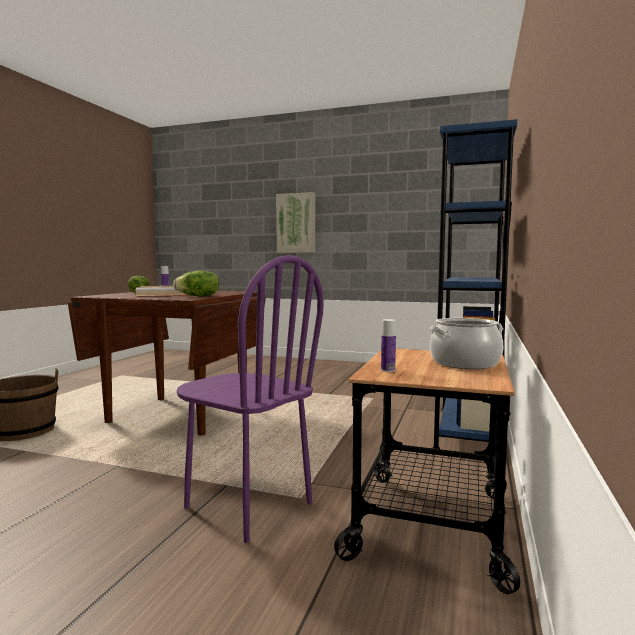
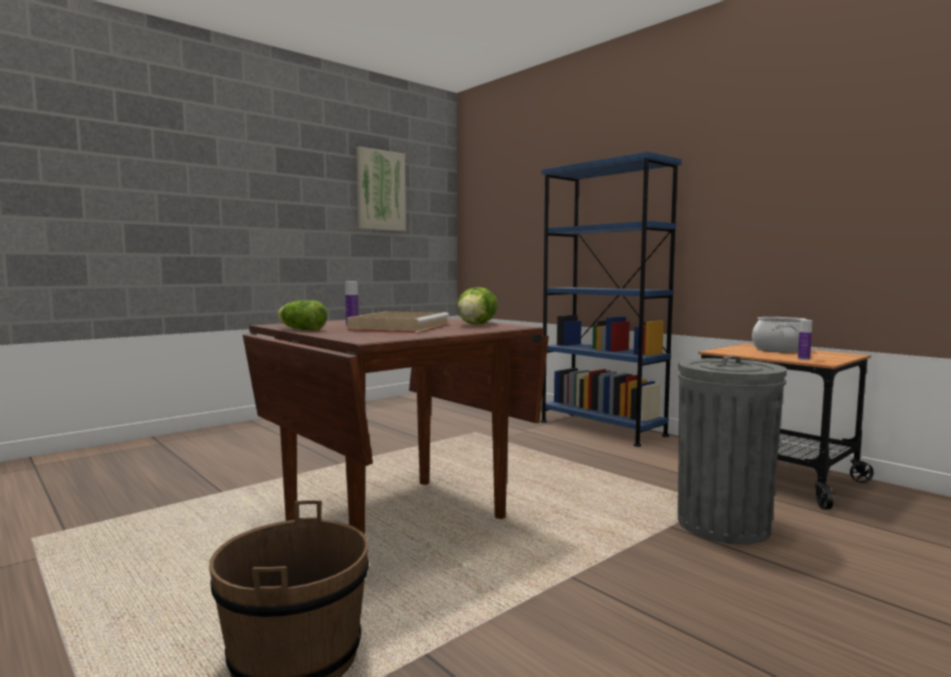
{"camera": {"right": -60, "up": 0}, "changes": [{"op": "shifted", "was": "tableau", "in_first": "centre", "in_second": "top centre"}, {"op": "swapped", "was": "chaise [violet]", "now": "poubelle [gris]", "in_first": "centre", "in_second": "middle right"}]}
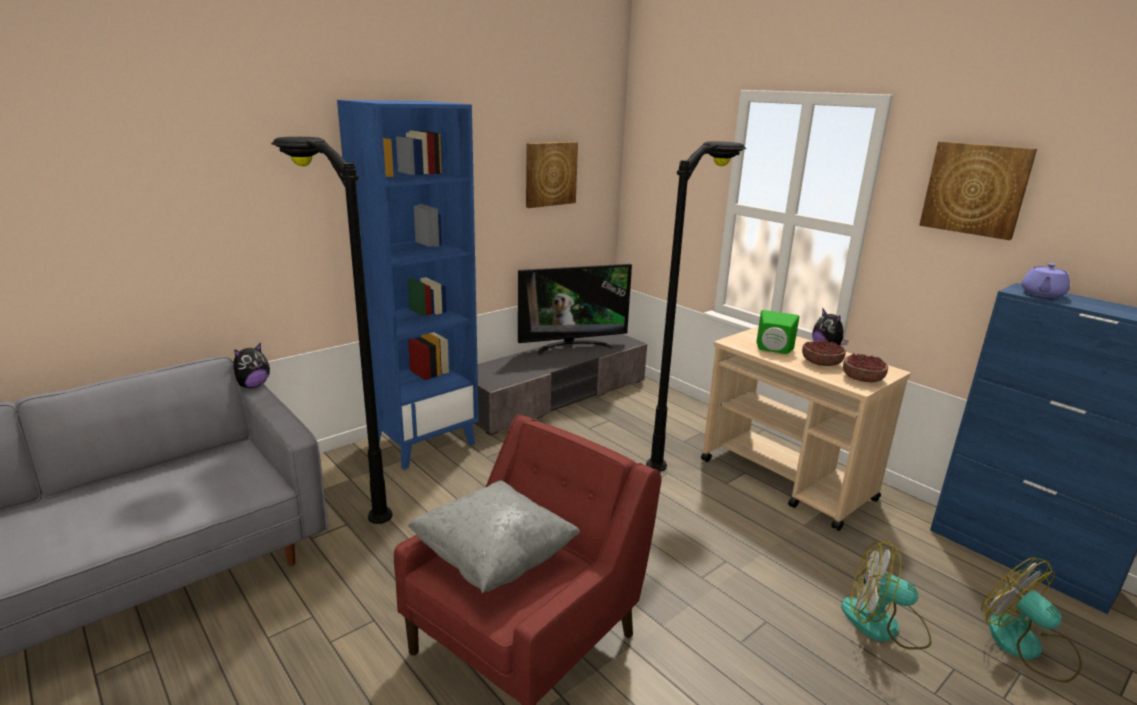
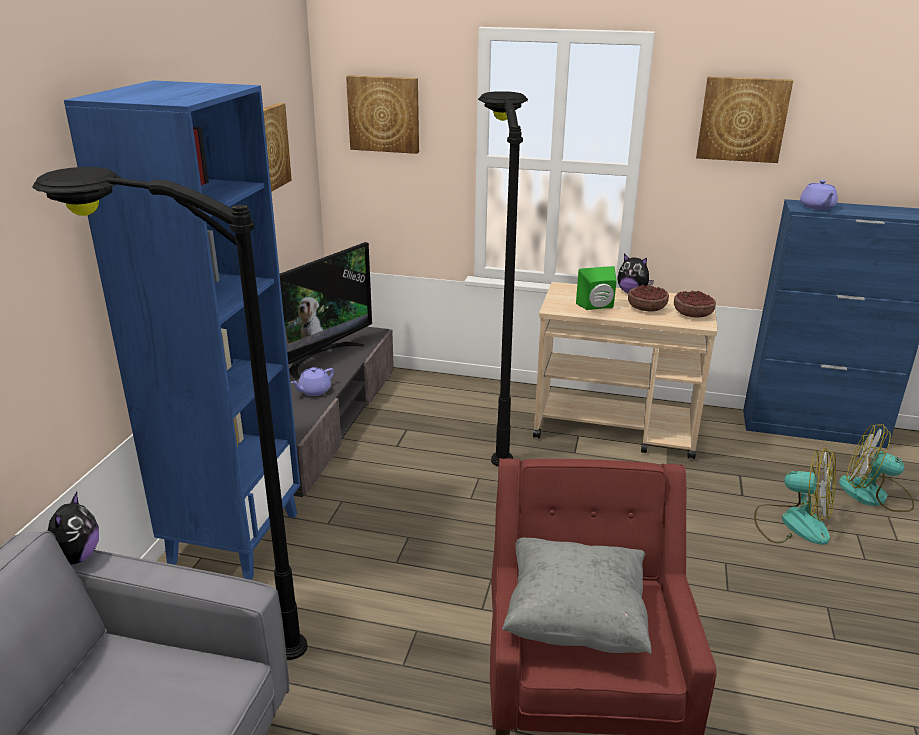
{"camera": {"right": -35, "up": 5}, "changes": [{"op": "new", "now": "théière [violet] (no. 1 from left)", "in_second": "centre"}, {"op": "new", "now": "tableau (no. 2 from left)", "in_second": "top centre"}, {"op": "rotated", "was": "ventilateur (no. 1 from left)", "in_first": "bottom right", "in_second": "bottom right", "clockwise": -135}]}
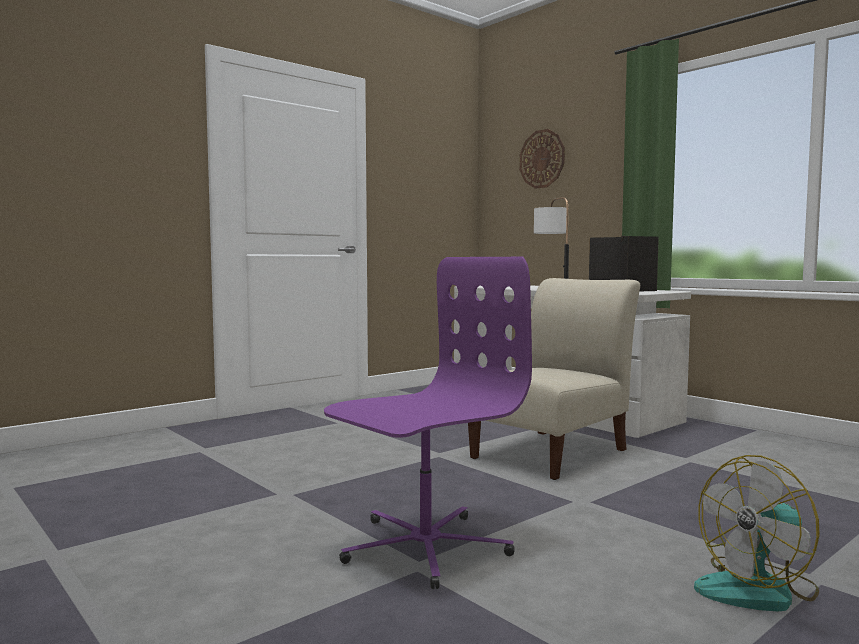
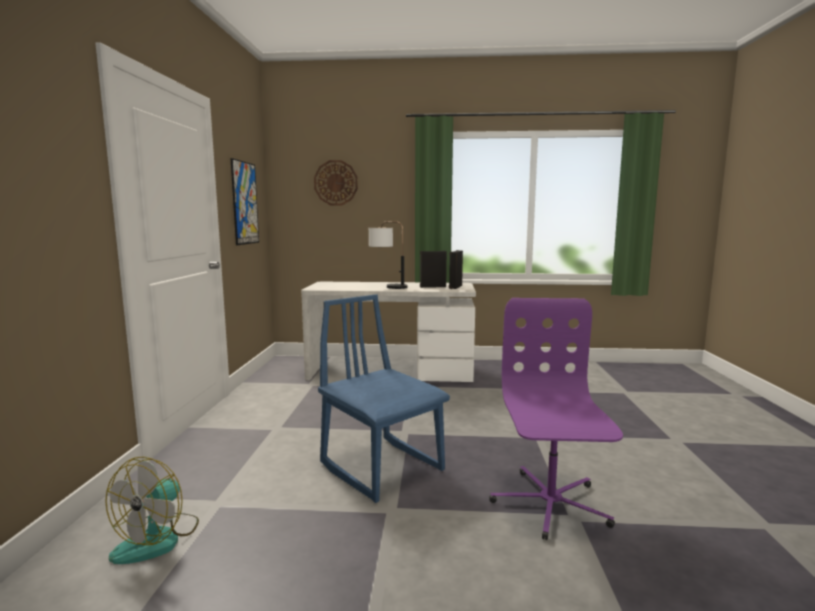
{"camera": {"right": -45, "up": 5}, "changes": [{"op": "gone", "was": "chaise [beige]", "in_first": "centre"}, {"op": "new", "now": "tableau", "in_second": "top left"}, {"op": "new", "now": "chaise [bleu]", "in_second": "centre"}, {"op": "shifted", "was": "ventilateur", "in_first": "bottom right", "in_second": "bottom left"}]}
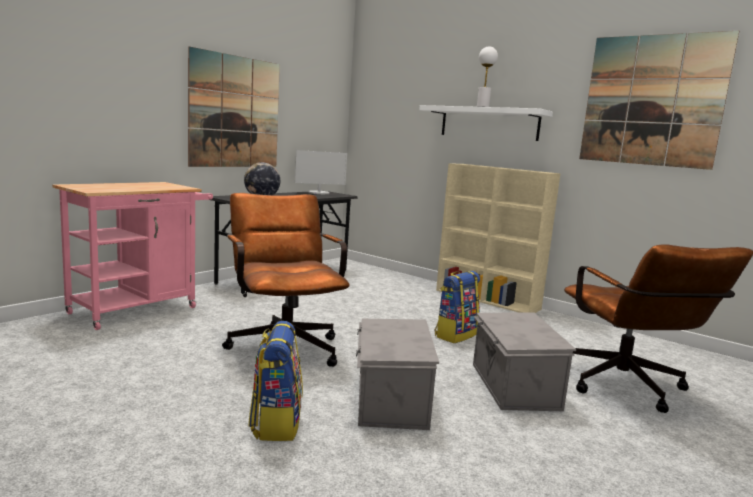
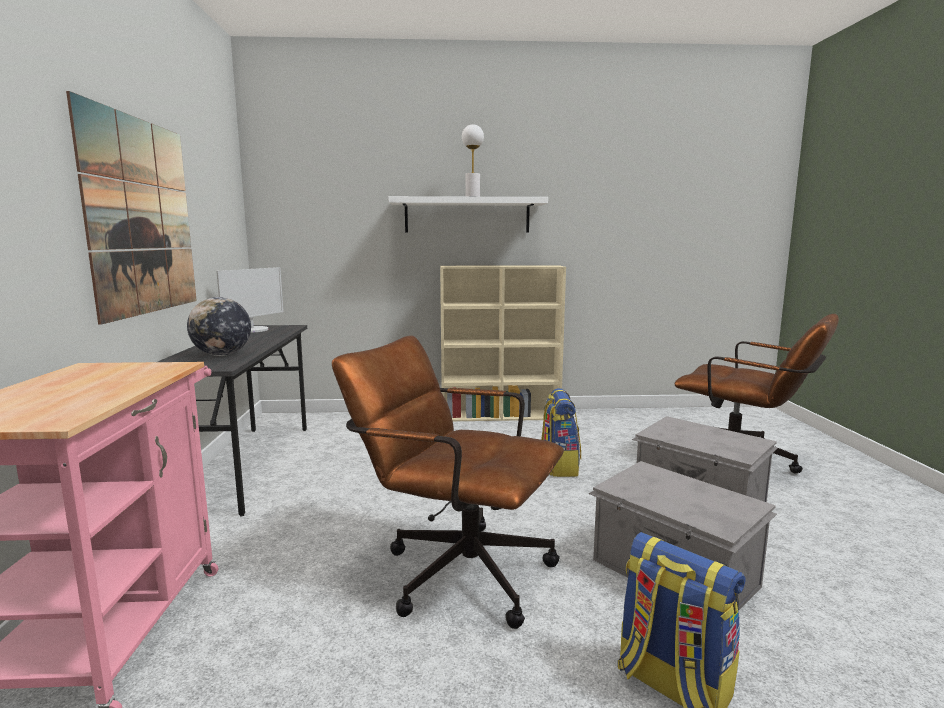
{"camera": {"right": -40, "up": 0}, "changes": [{"op": "gone", "was": "tableau (no. 2 from left)", "in_first": "top right"}]}
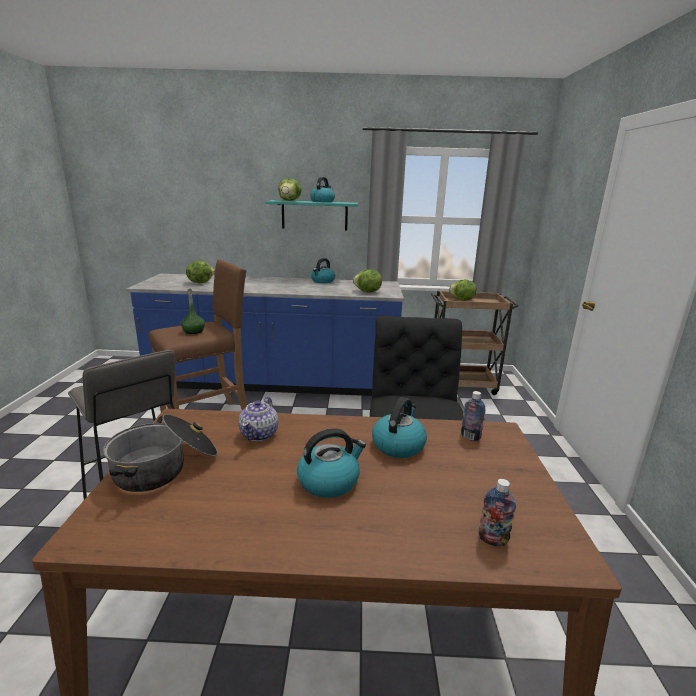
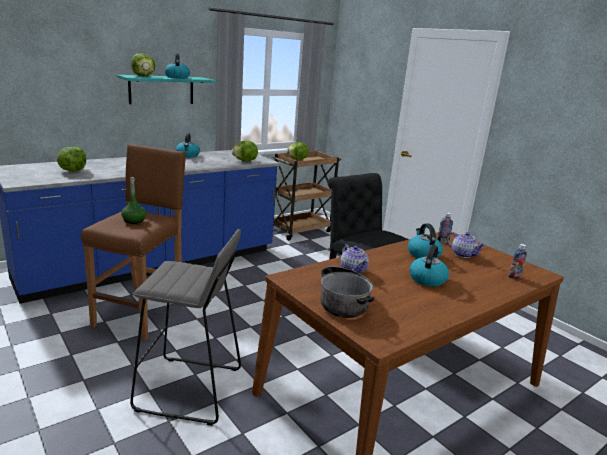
{"camera": {"right": -40, "up": 0}, "changes": [{"op": "new", "now": "théière (no. 2 from left)", "in_second": "middle right"}]}
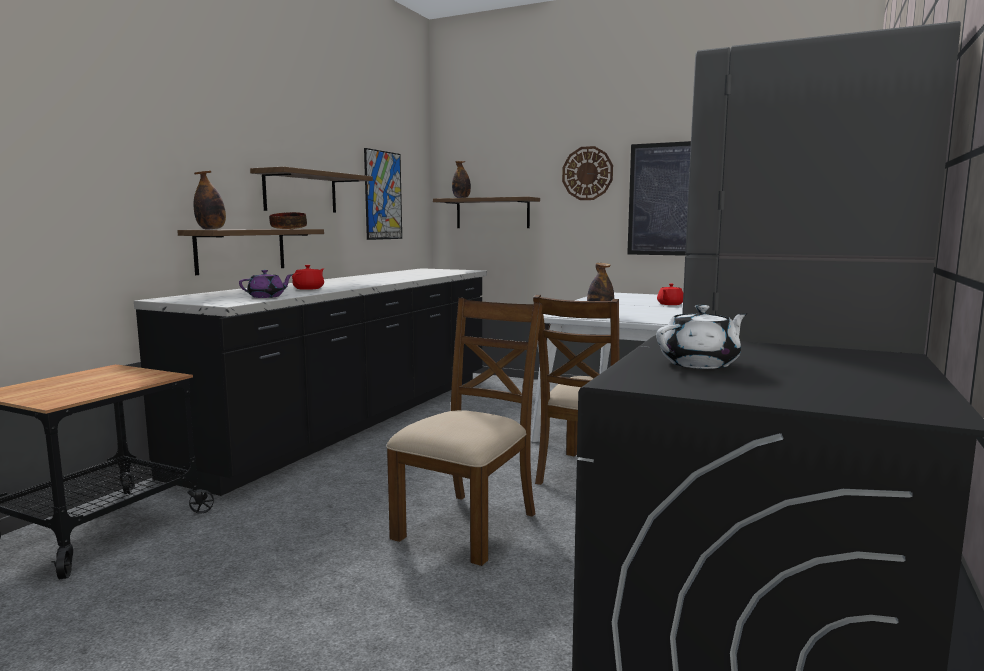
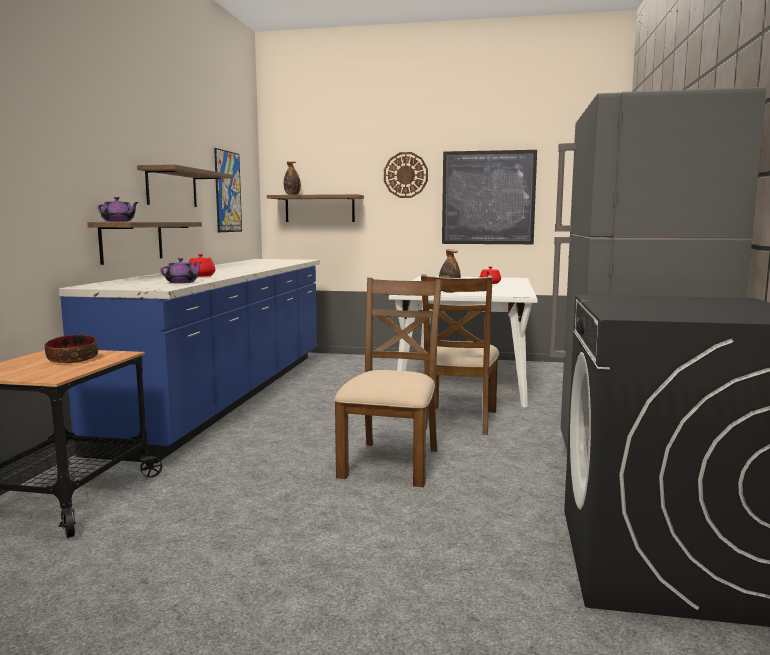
{"camera": {"right": -15, "up": 0}, "changes": [{"op": "gone", "was": "théière [blanc]", "in_first": "middle right"}, {"op": "shifted", "was": "bol", "in_first": "top left", "in_second": "middle left"}, {"op": "swapped", "was": "bouteille (no. 1 from left)", "now": "théière [violet] (no. 1 from left)", "in_first": "top left", "in_second": "top left"}, {"op": "repainted", "was": "comptoir de cuisine [noir]", "now": "comptoir de cuisine [bleu]", "in_first": "middle left", "in_second": "middle left"}]}
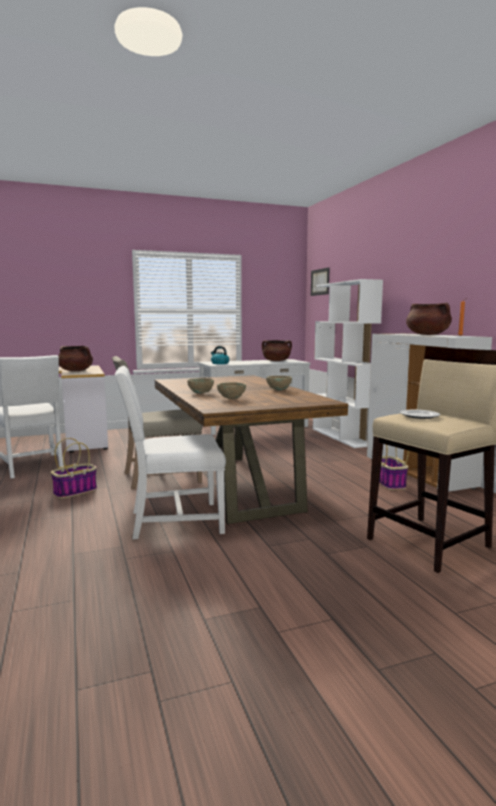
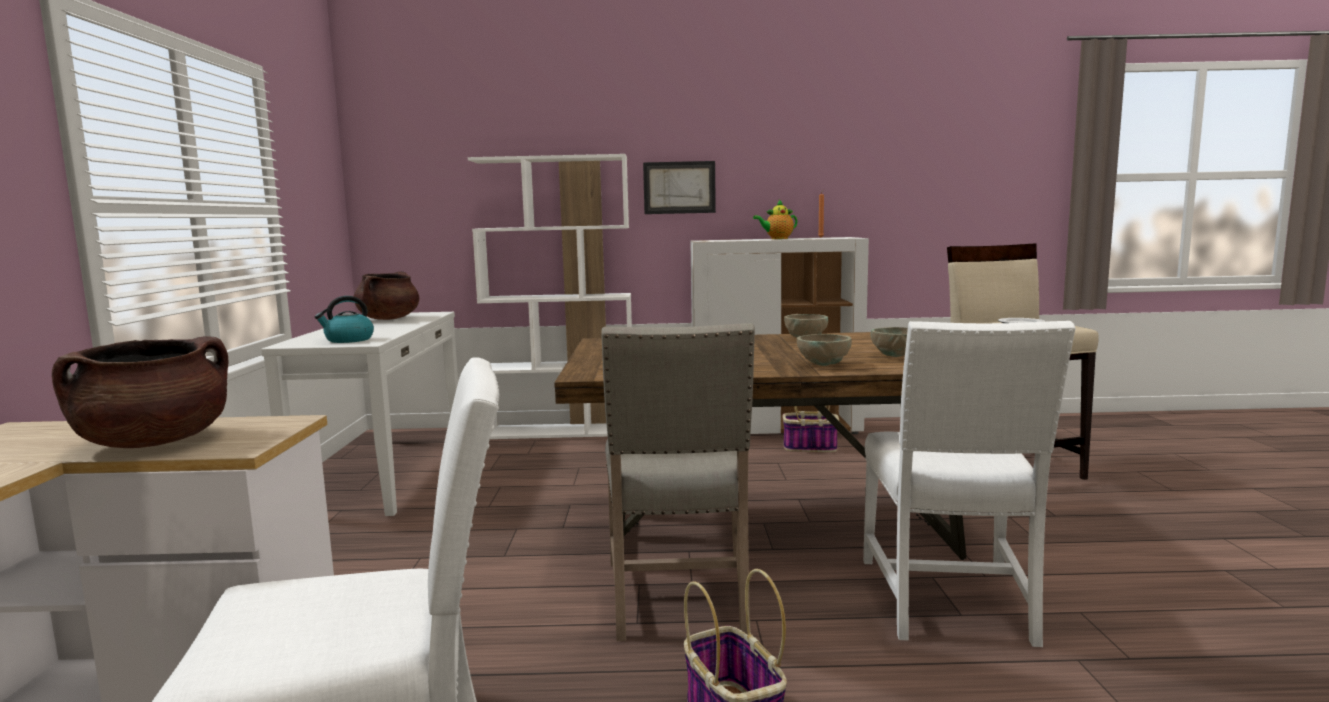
{"camera": {"right": -70, "up": 0}, "changes": [{"op": "shifted", "was": "tableau", "in_first": "centre", "in_second": "top centre"}, {"op": "swapped", "was": "marmite [marron] (no. 3 from left)", "now": "théière", "in_first": "middle right", "in_second": "top centre"}]}
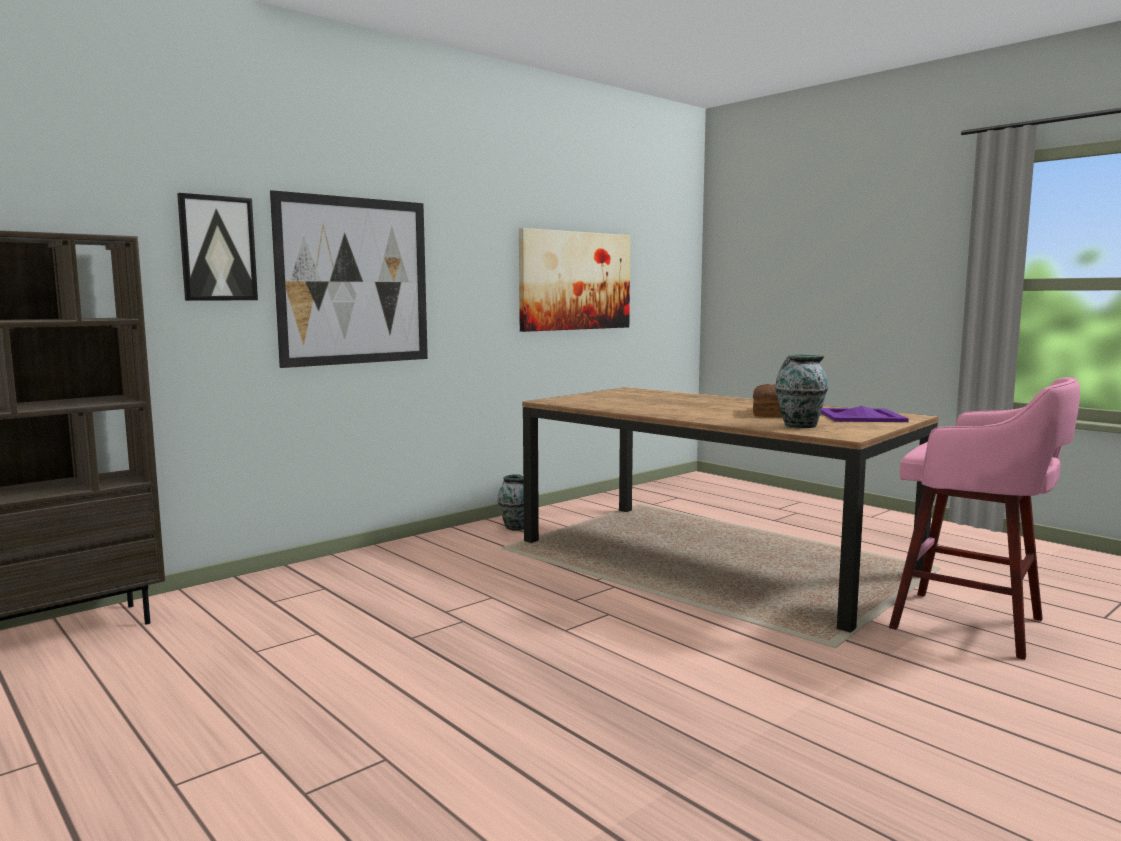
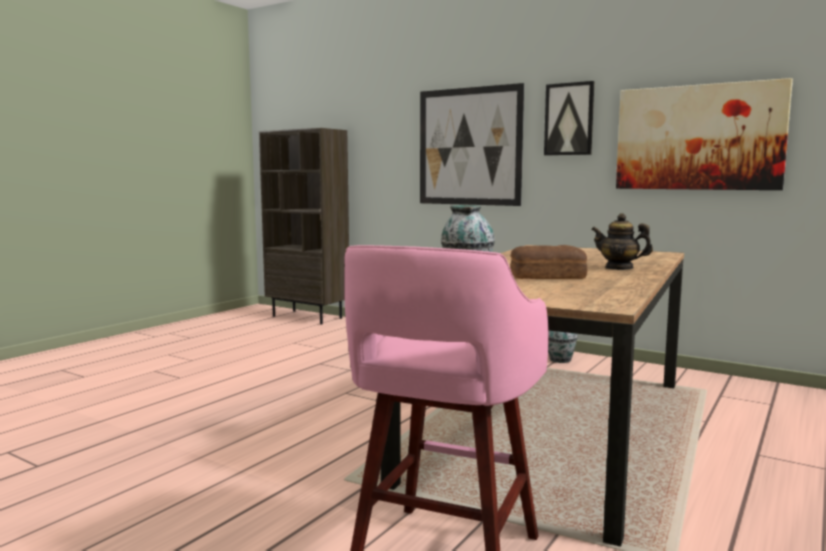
{"camera": {"right": 75, "up": 0}, "changes": [{"op": "gone", "was": "plateau [violet]", "in_first": "middle right"}, {"op": "new", "now": "théière", "in_second": "middle right"}, {"op": "shifted", "was": "tableau (no. 1 from left in the first image)", "now": "tableau (no. 2 from left)", "in_first": "top left", "in_second": "top right"}]}
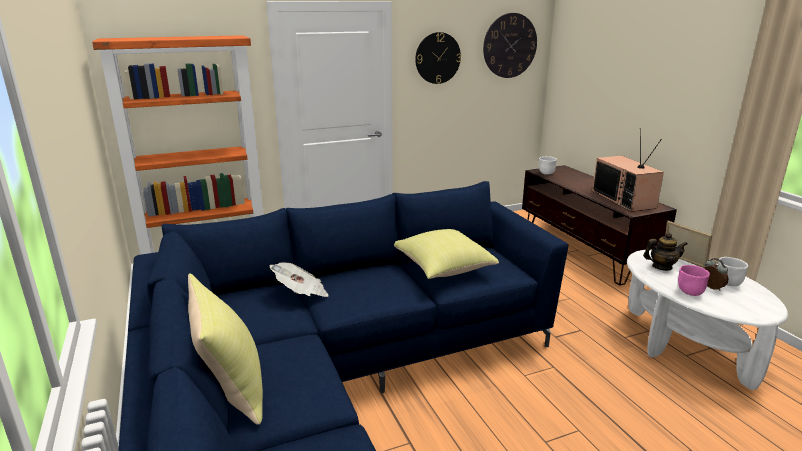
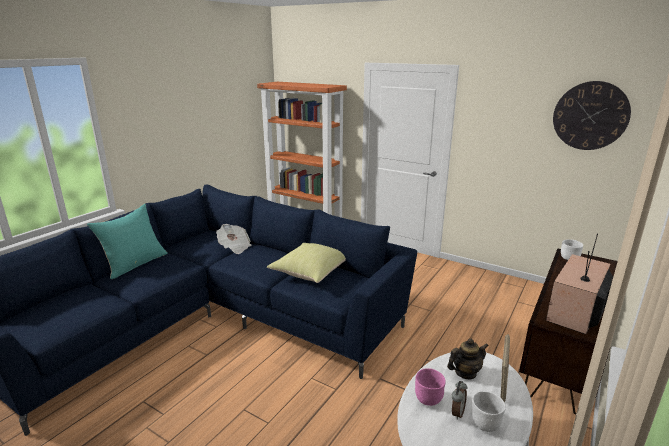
{"camera": {"right": 55, "up": 0}, "changes": [{"op": "gone", "was": "horloge murale (no. 1 from left)", "in_first": "top centre"}, {"op": "repainted", "was": "coussin [jaune] (no. 1 from left)", "now": "coussin [turquoise]", "in_first": "bottom left", "in_second": "middle left"}, {"op": "rotated", "was": "théière", "in_first": "middle right", "in_second": "bottom right", "clockwise": -75}]}
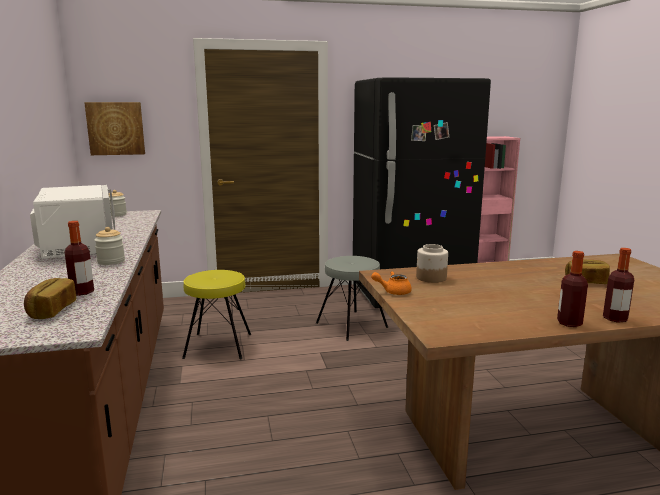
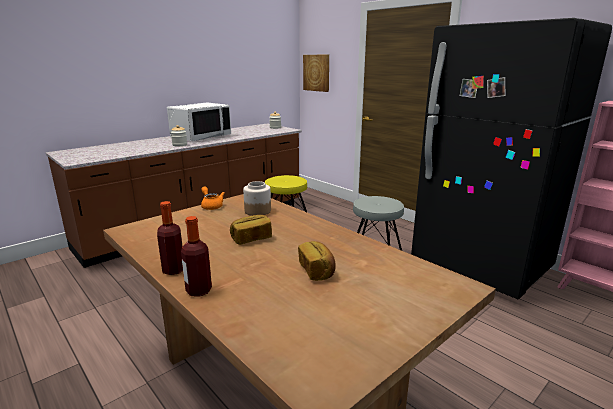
{"camera": {"right": 60, "up": 5}, "changes": [{"op": "gone", "was": "bouteille (no. 1 from left)", "in_first": "middle left"}, {"op": "shifted", "was": "pain (no. 1 from left)", "in_first": "middle left", "in_second": "centre"}]}
